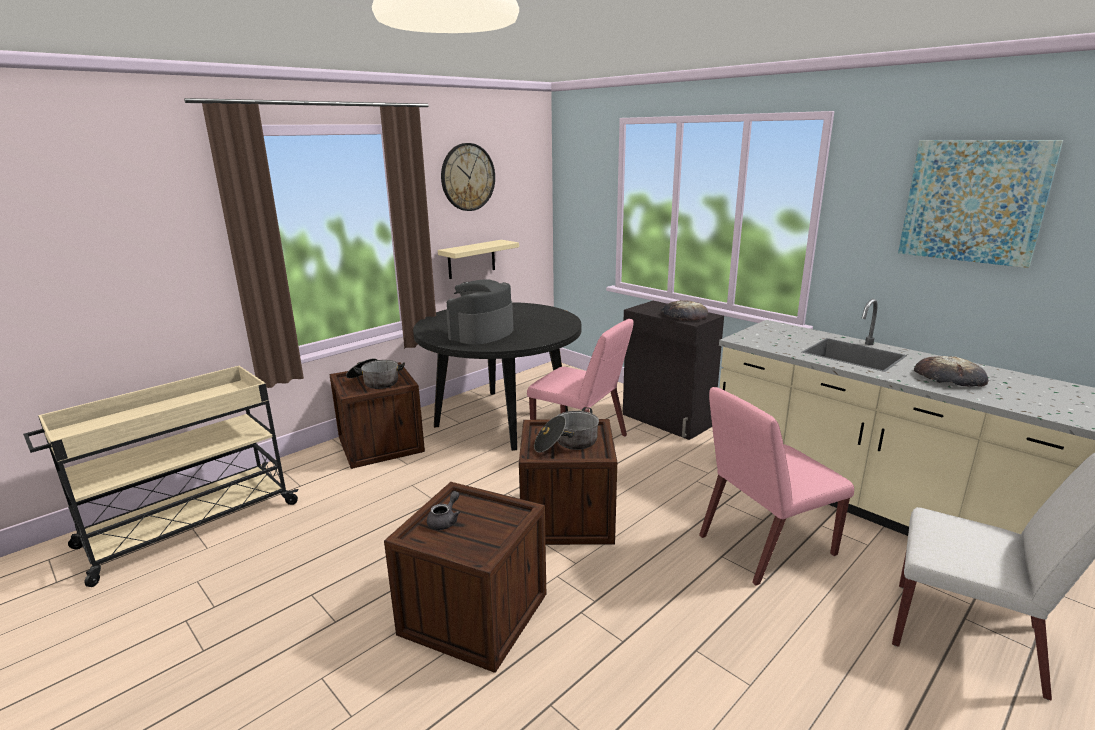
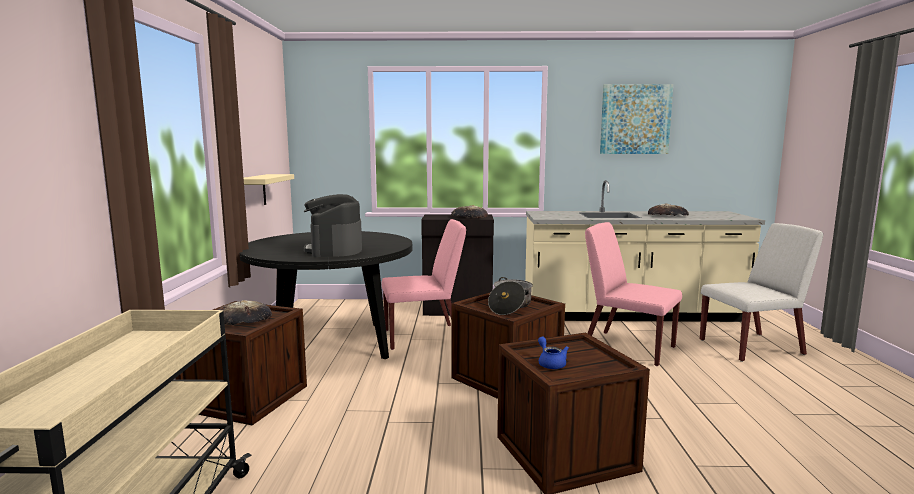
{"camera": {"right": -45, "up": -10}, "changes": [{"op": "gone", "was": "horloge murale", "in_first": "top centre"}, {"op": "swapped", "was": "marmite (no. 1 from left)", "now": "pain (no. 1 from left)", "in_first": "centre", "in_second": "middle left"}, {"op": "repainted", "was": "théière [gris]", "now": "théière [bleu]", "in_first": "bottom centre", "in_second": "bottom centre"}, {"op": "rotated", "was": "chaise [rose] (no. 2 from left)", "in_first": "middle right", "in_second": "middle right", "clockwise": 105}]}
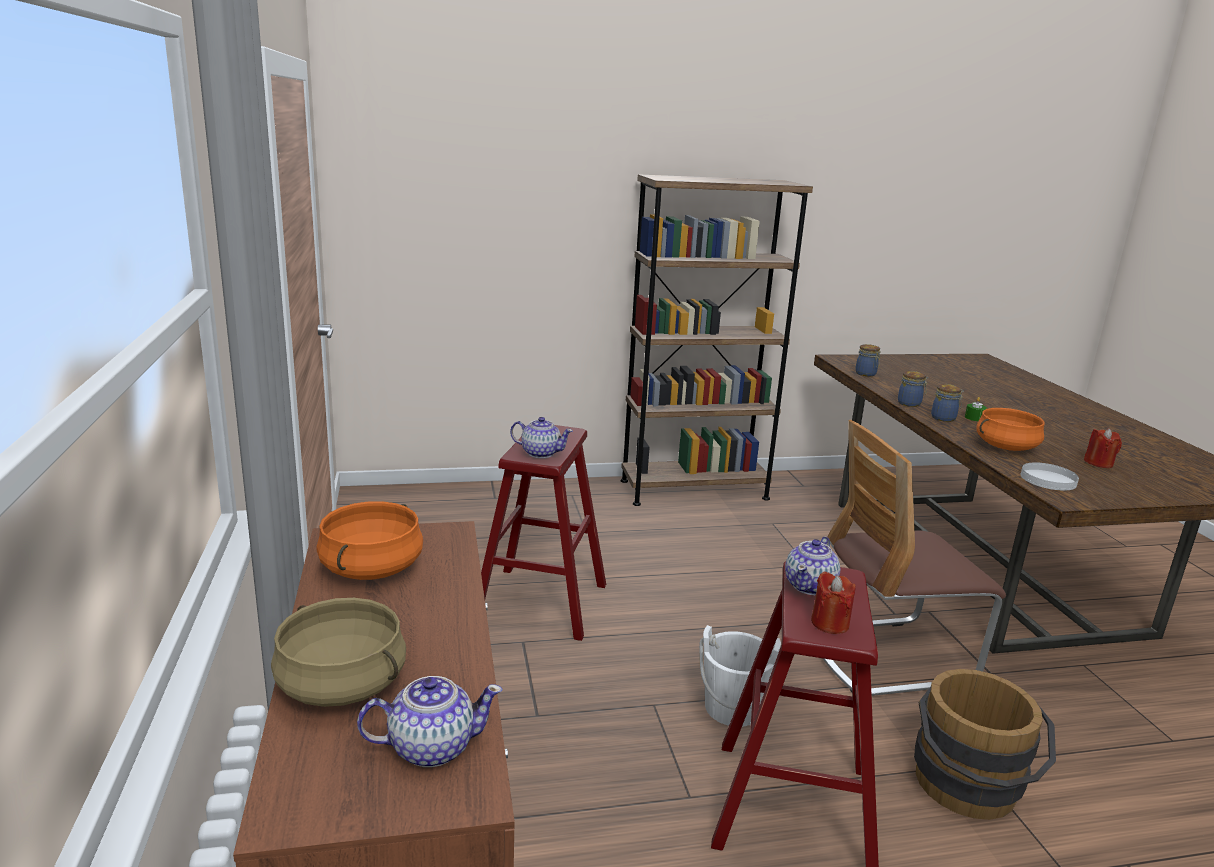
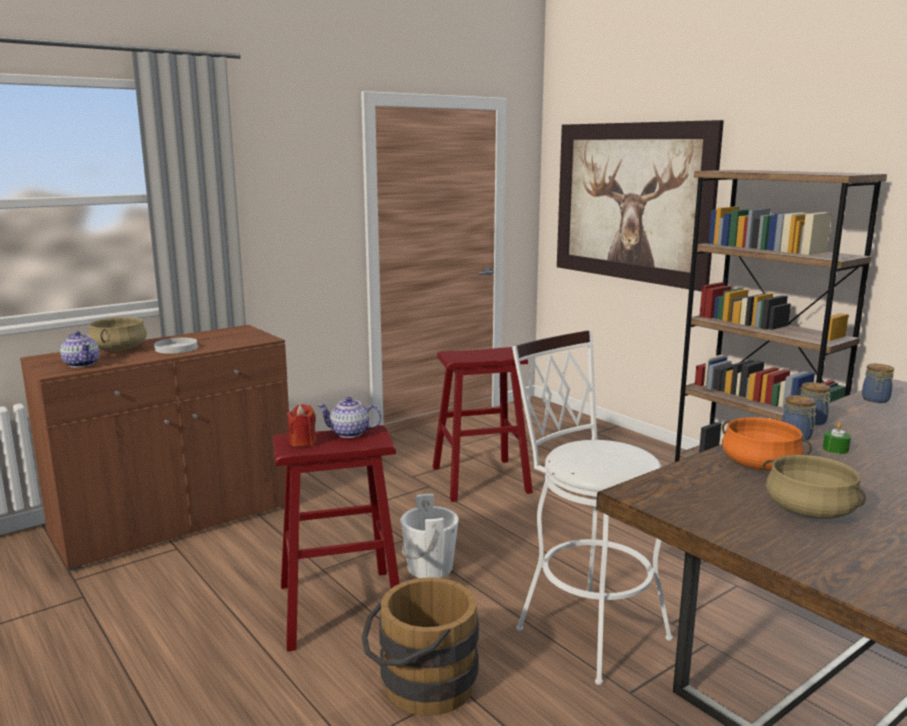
{"camera": {"right": 65, "up": -5}, "changes": [{"op": "gone", "was": "marmite [orange] (no. 1 from left)", "in_first": "middle left"}, {"op": "gone", "was": "théière (no. 2 from left)", "in_first": "centre"}, {"op": "new", "now": "tableau", "in_second": "top right"}, {"op": "shifted", "was": "assiette [blanc]", "in_first": "middle right", "in_second": "middle left"}, {"op": "swapped", "was": "chaise", "now": "tabouret [blanc]", "in_first": "middle right", "in_second": "bottom centre"}, {"op": "swapped", "was": "bougie [rouge] (no. 2 from left)", "now": "marmite [beige] (no. 2 from left)", "in_first": "middle right", "in_second": "bottom right"}]}
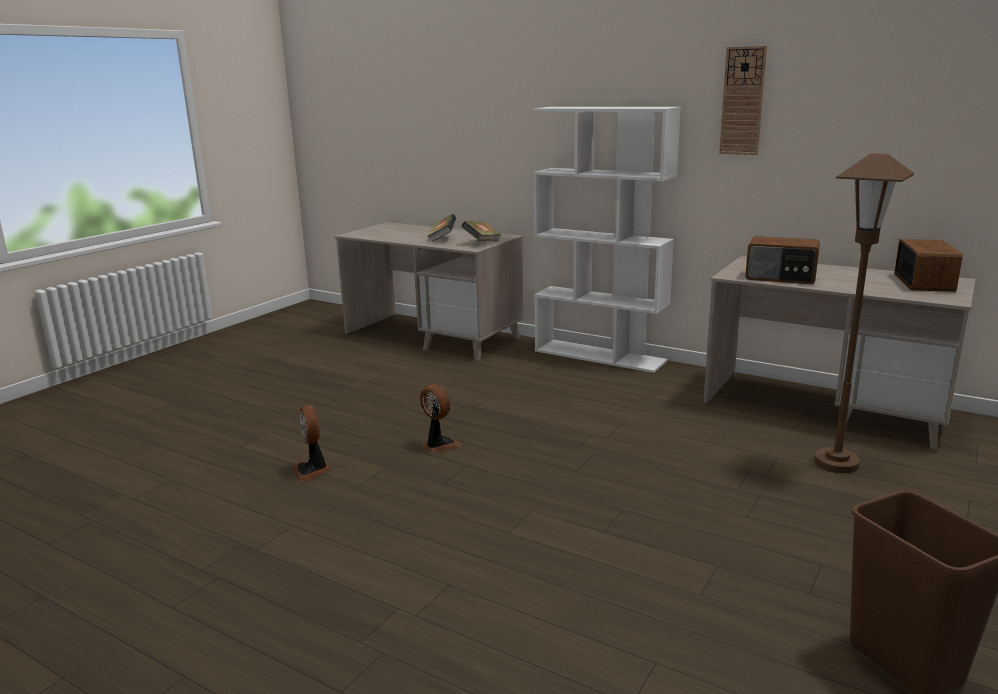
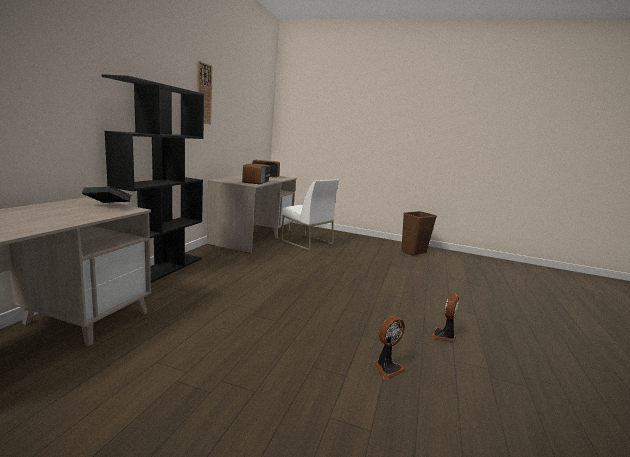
{"camera": {"right": -105, "up": -5}, "changes": [{"op": "gone", "was": "livre (no. 1 from left)", "in_first": "top centre"}, {"op": "shifted", "was": "ventilateur (no. 2 from left)", "in_first": "centre", "in_second": "bottom right"}, {"op": "swapped", "was": "lampadaire [marron]", "now": "chaise [blanc]", "in_first": "middle right", "in_second": "centre"}, {"op": "repainted", "was": "bibliothèque [blanc]", "now": "bibliothèque [noir]", "in_first": "centre", "in_second": "middle left"}]}
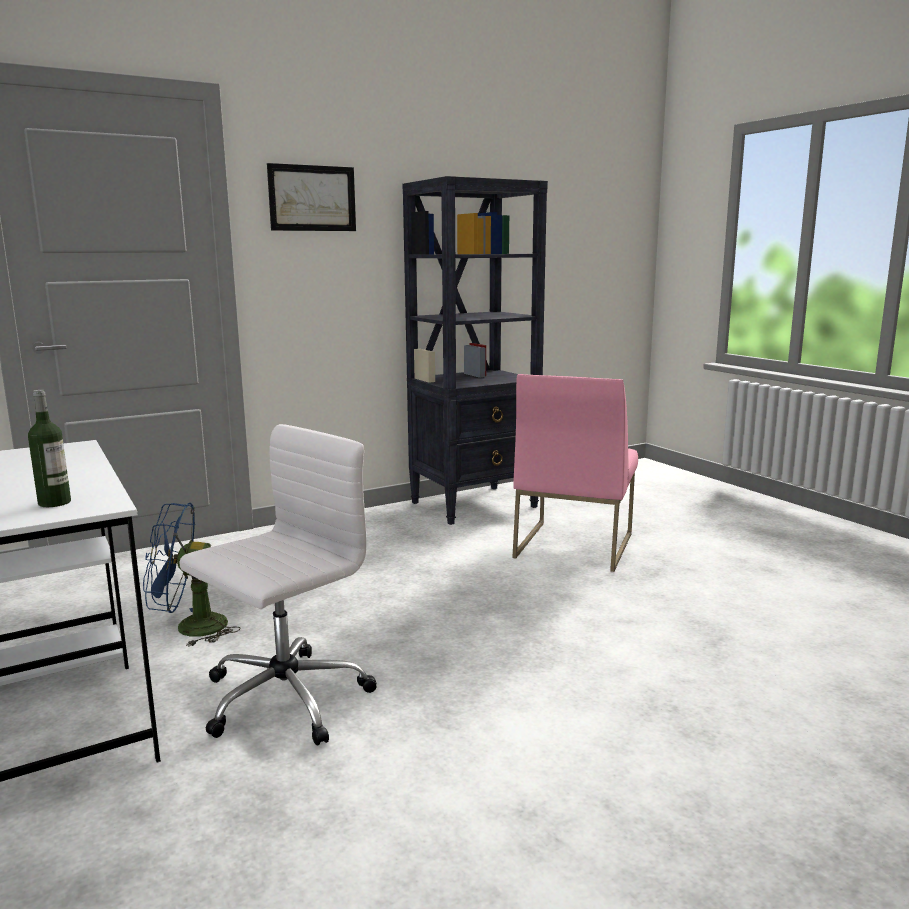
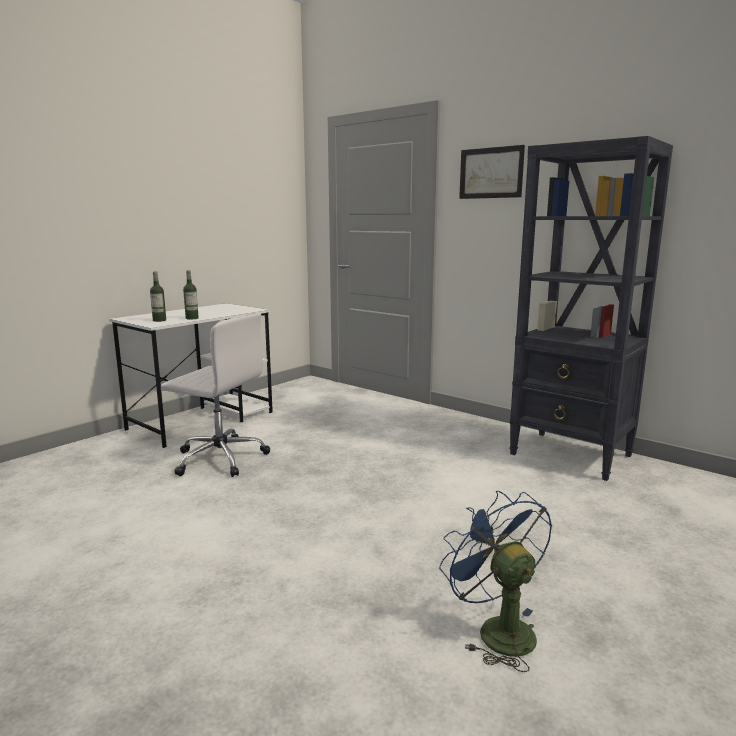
{"camera": {"right": 70, "up": 0}, "changes": [{"op": "gone", "was": "chaise [rose]", "in_first": "centre"}, {"op": "new", "now": "bouteille (no. 2 from left)", "in_second": "middle left"}, {"op": "shifted", "was": "ventilateur [bleu]", "in_first": "middle left", "in_second": "bottom right"}]}
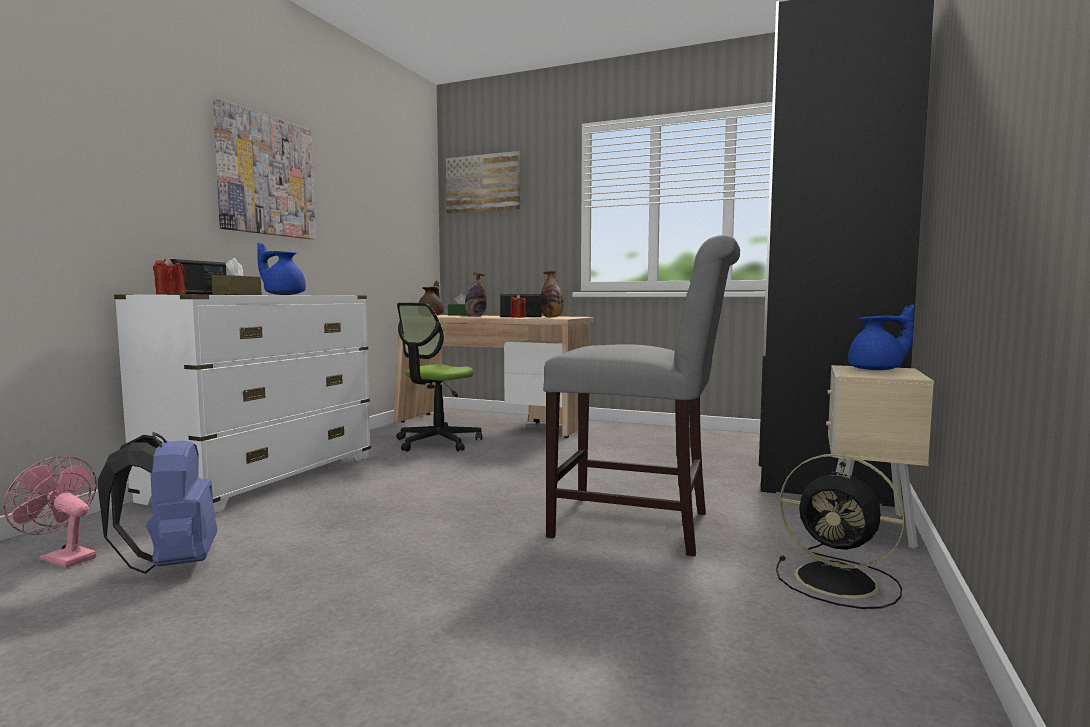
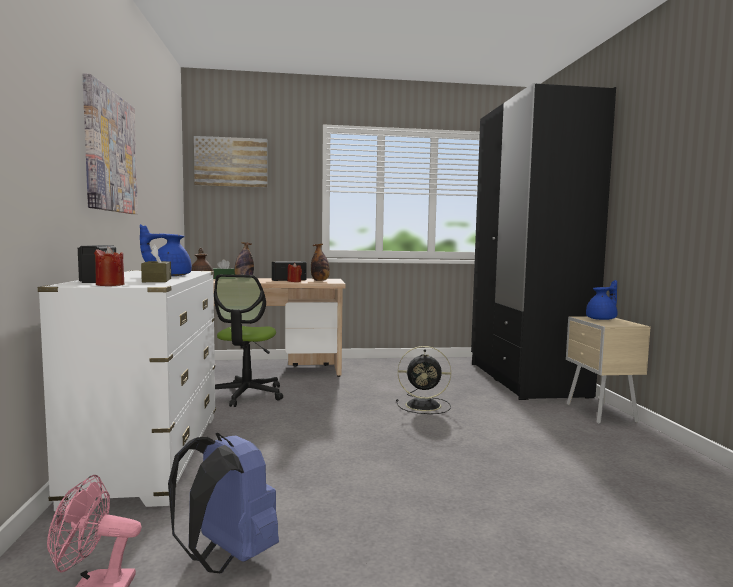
{"camera": {"right": -30, "up": 0}, "changes": [{"op": "gone", "was": "chaise [gris]", "in_first": "centre"}, {"op": "shifted", "was": "ventilateur [noir]", "in_first": "bottom right", "in_second": "centre"}]}
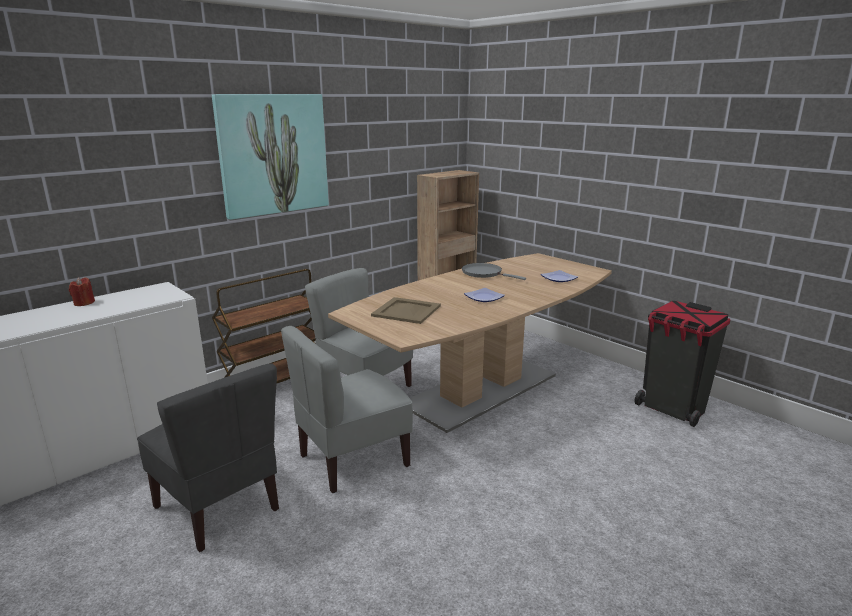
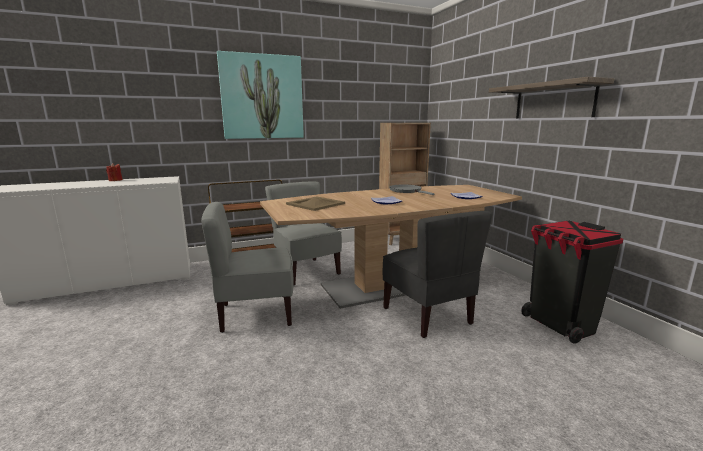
{"camera": {"right": 20, "up": -5}, "changes": [{"op": "new", "now": "étagère", "in_second": "top right"}, {"op": "shifted", "was": "chaise [gris] (no. 1 from left in the first image)", "now": "chaise [gris] (no. 3 from left)", "in_first": "bottom left", "in_second": "centre"}]}
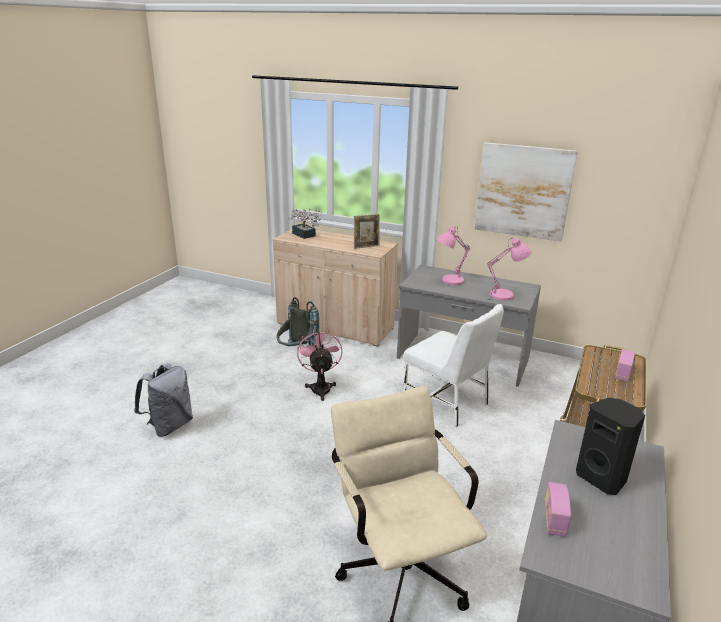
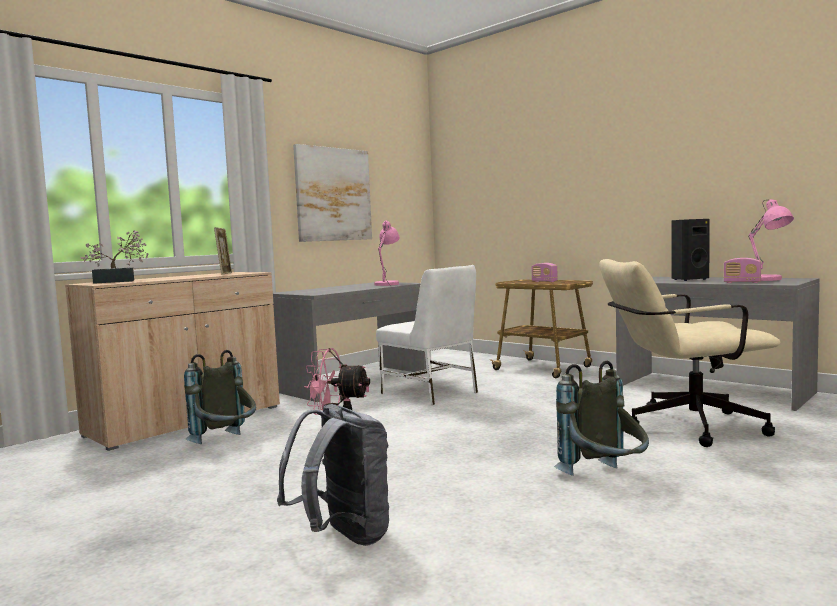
{"camera": {"right": -70, "up": -20}, "changes": [{"op": "new", "now": "sac à dos [gris] (no. 3 from left)", "in_second": "bottom right"}, {"op": "shifted", "was": "lampe de table [rose] (no. 1 from left in the first image)", "now": "lampe de table [rose] (no. 2 from left)", "in_first": "centre", "in_second": "middle right"}, {"op": "rotated", "was": "chaise [blanc]", "in_first": "centre", "in_second": "centre", "clockwise": 75}]}
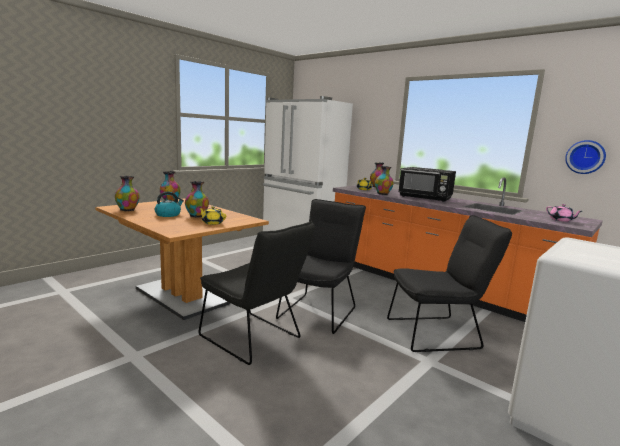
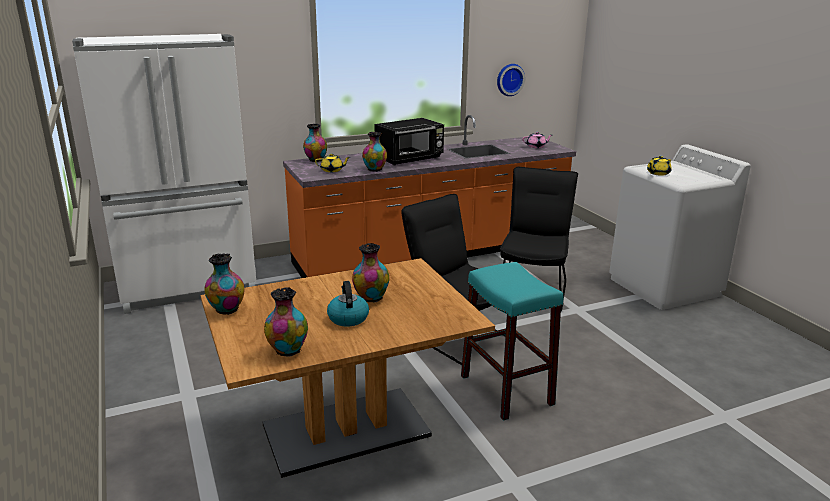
{"camera": {"right": -65, "up": 10}, "changes": [{"op": "shifted", "was": "théière [jaune] (no. 1 from left in the first image)", "now": "théière [jaune] (no. 2 from left)", "in_first": "centre", "in_second": "top right"}, {"op": "swapped", "was": "chaise [noir] (no. 1 from left)", "now": "tabouret [turquoise]", "in_first": "centre", "in_second": "bottom centre"}]}
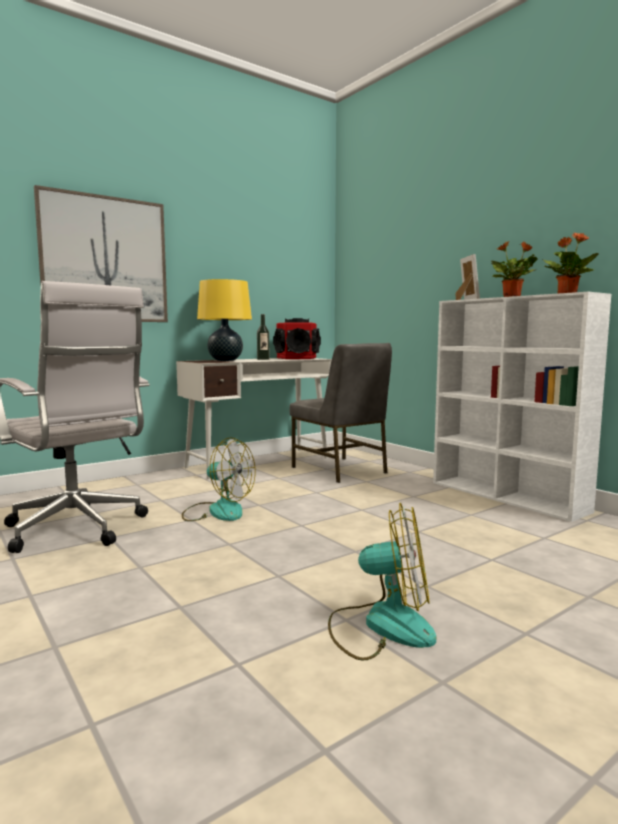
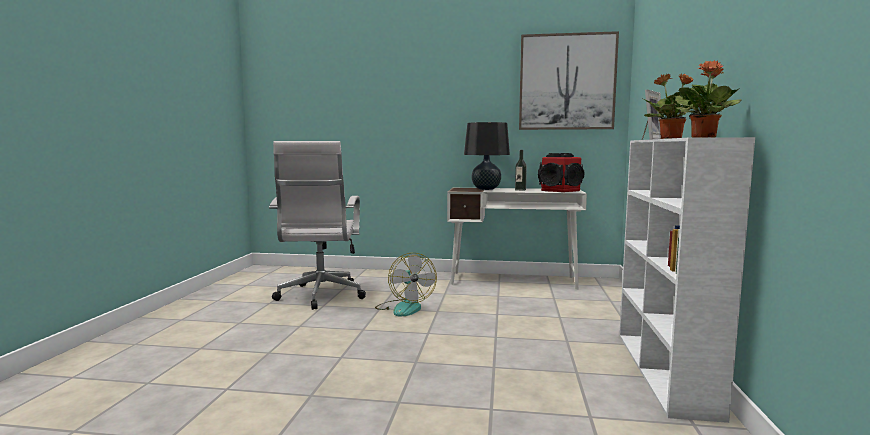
{"camera": {"right": 45, "up": 0}, "changes": [{"op": "gone", "was": "chaise [gris]", "in_first": "centre"}, {"op": "gone", "was": "ventilateur (no. 2 from left)", "in_first": "bottom centre"}, {"op": "shifted", "was": "tableau", "in_first": "top left", "in_second": "top centre"}, {"op": "repainted", "was": "lampe de table [jaune]", "now": "lampe de table [noir]", "in_first": "centre", "in_second": "centre"}]}
